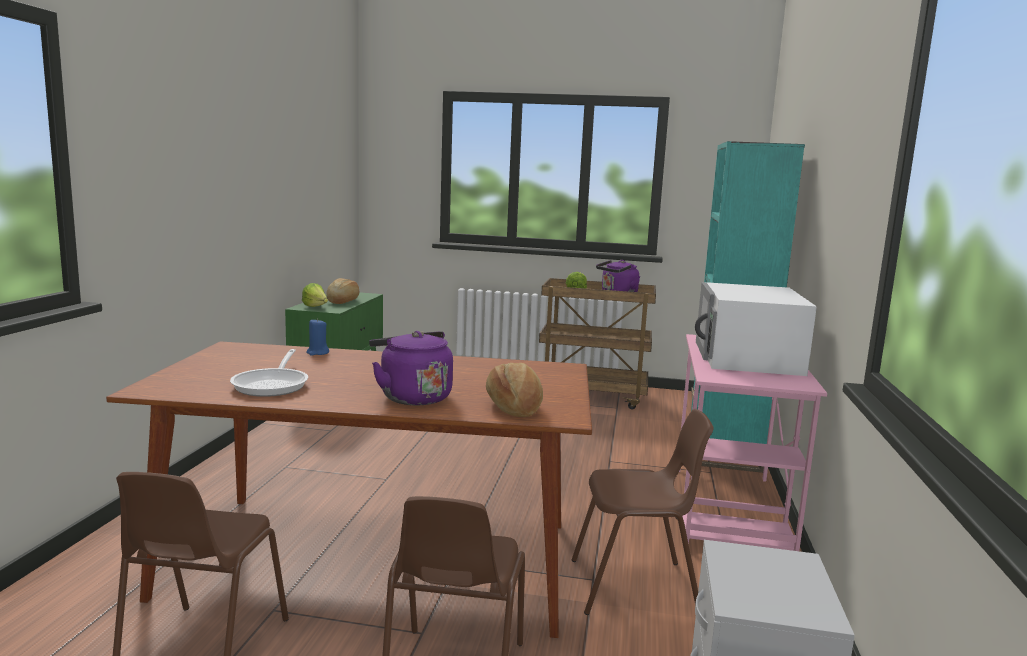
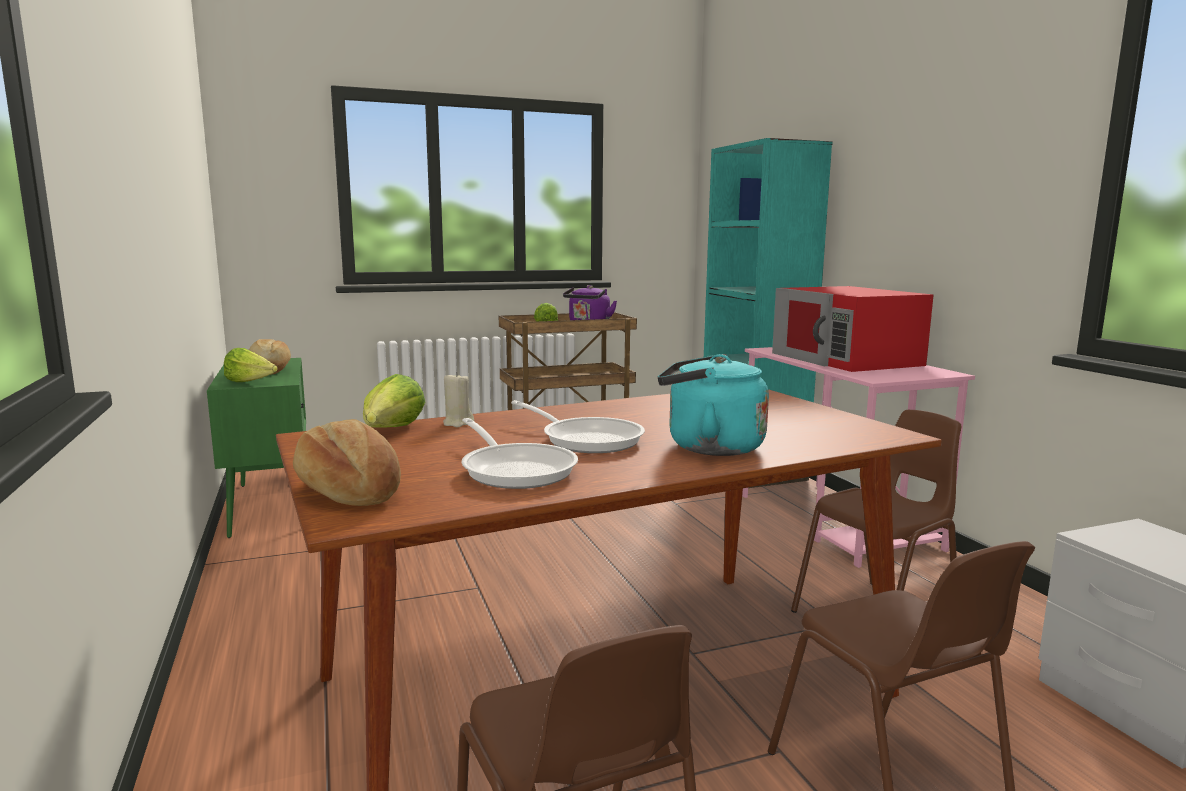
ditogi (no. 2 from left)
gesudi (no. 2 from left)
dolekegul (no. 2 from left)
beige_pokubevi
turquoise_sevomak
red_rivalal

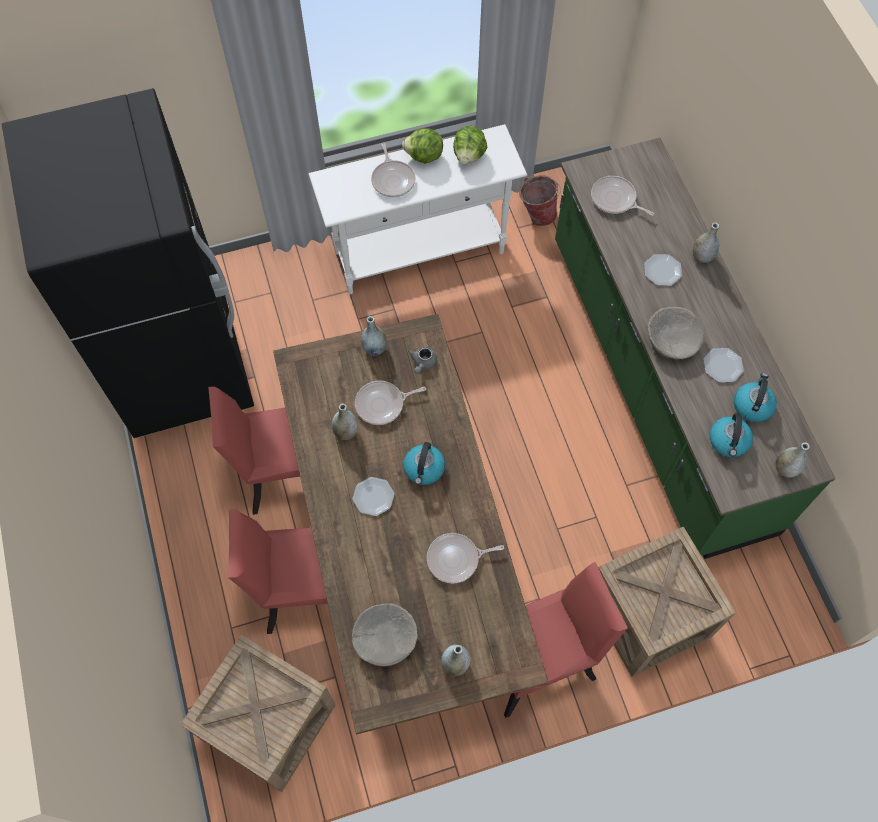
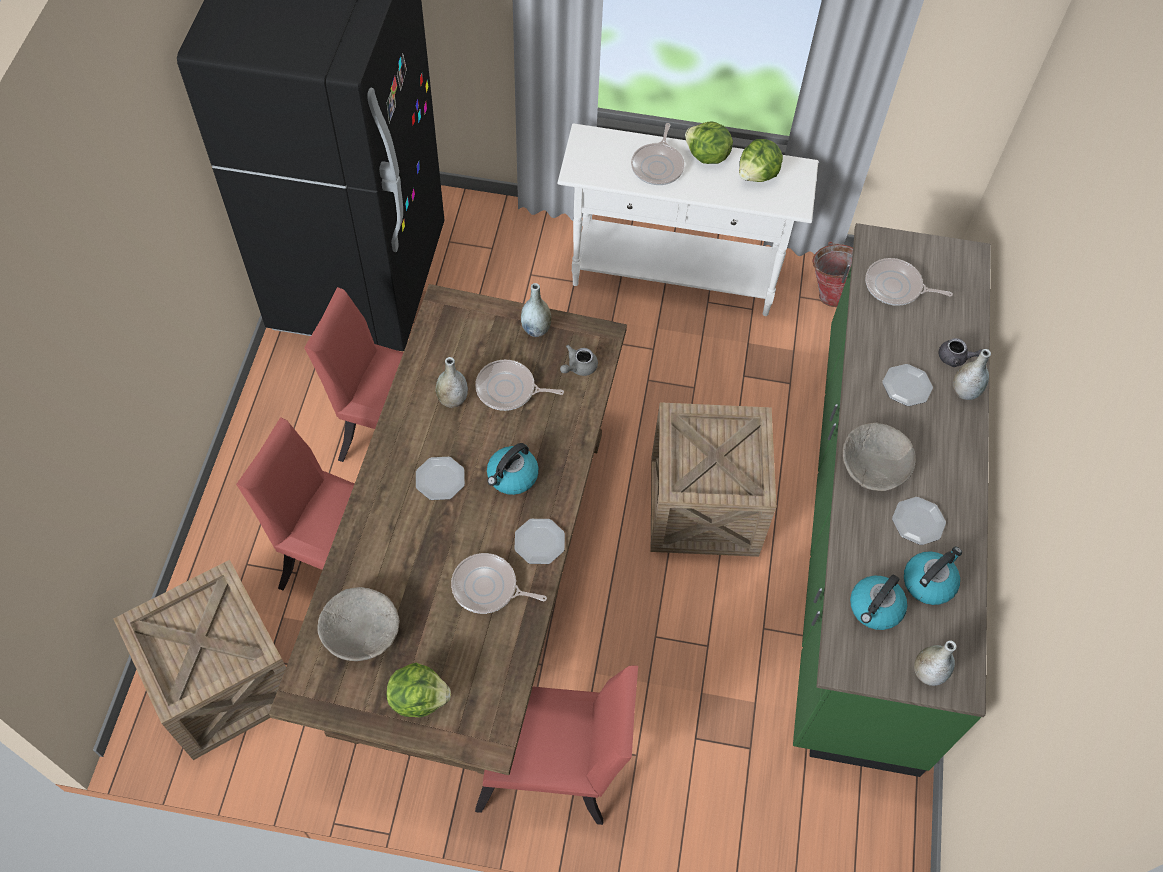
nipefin (no. 2 from left)
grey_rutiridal (no. 2 from left)
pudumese (no. 2 from left)
ditogi (no. 1 from left)
gesudi (no. 4 from left)

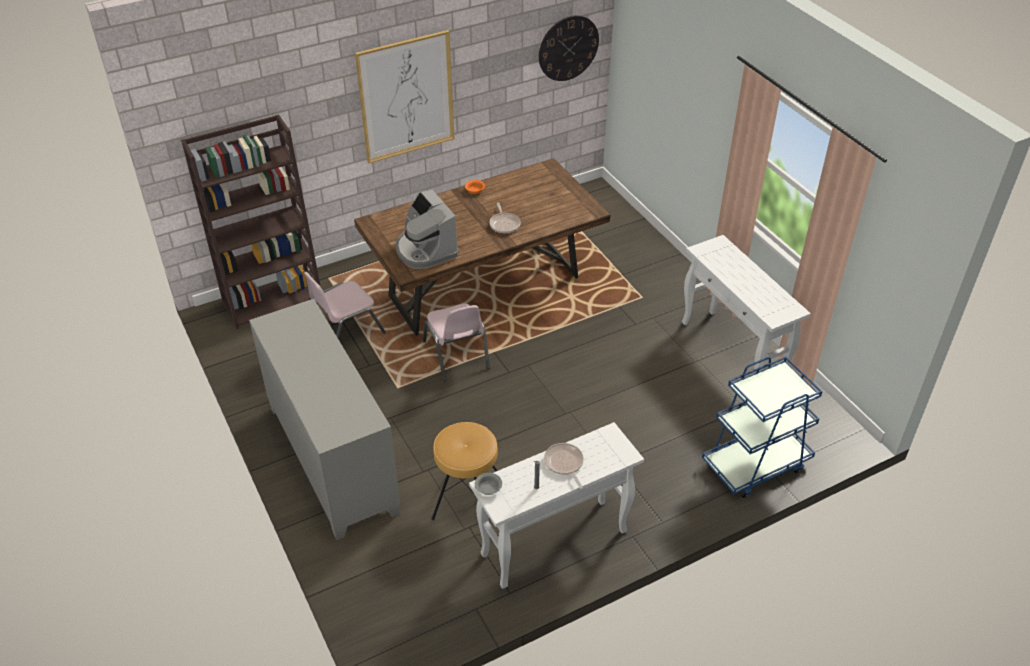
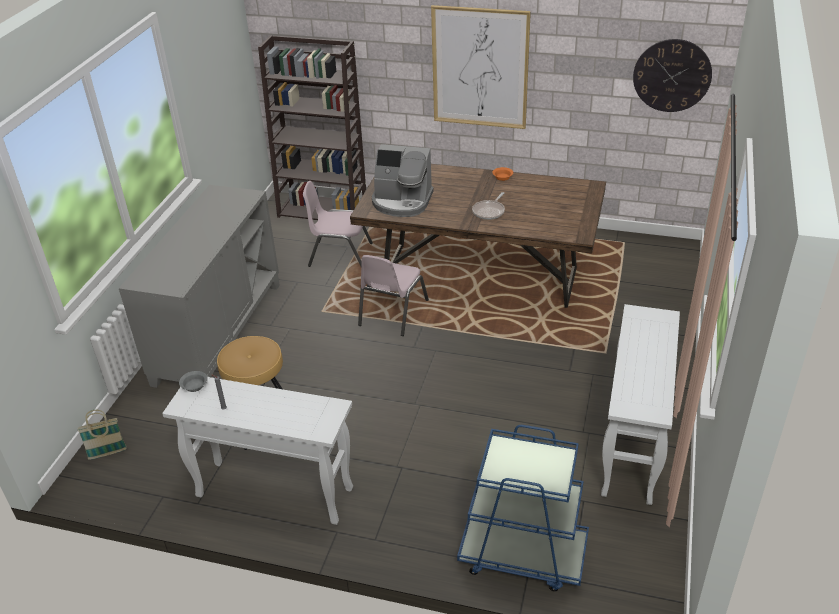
gesudi (no. 2 from left in the first image)
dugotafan
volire

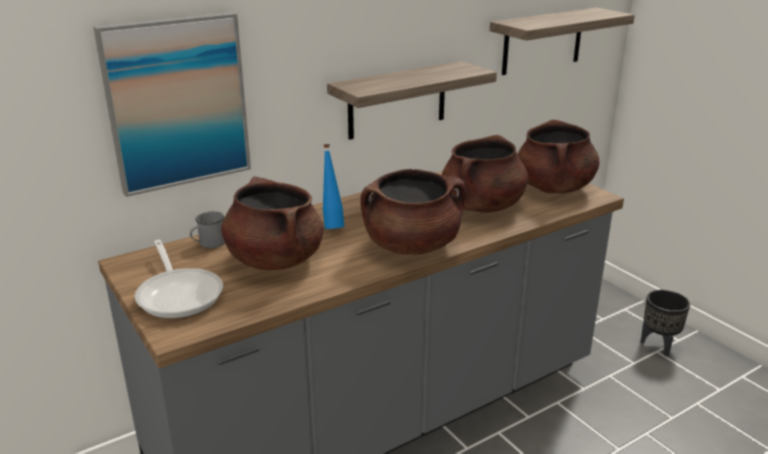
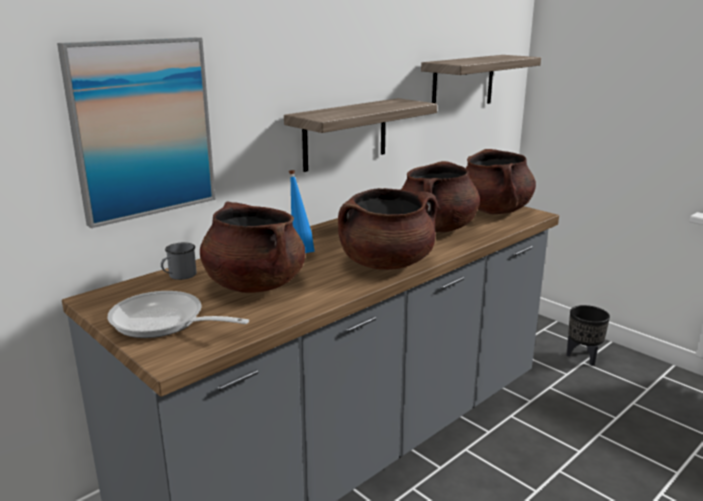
gesudi

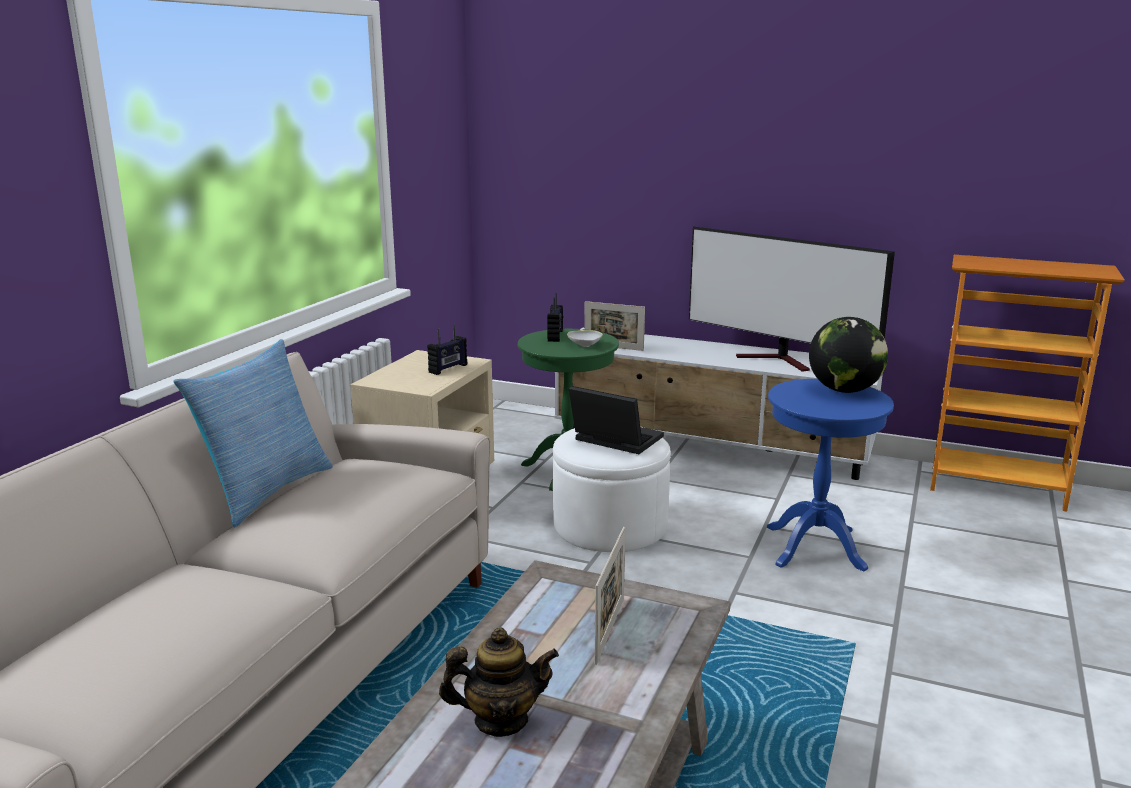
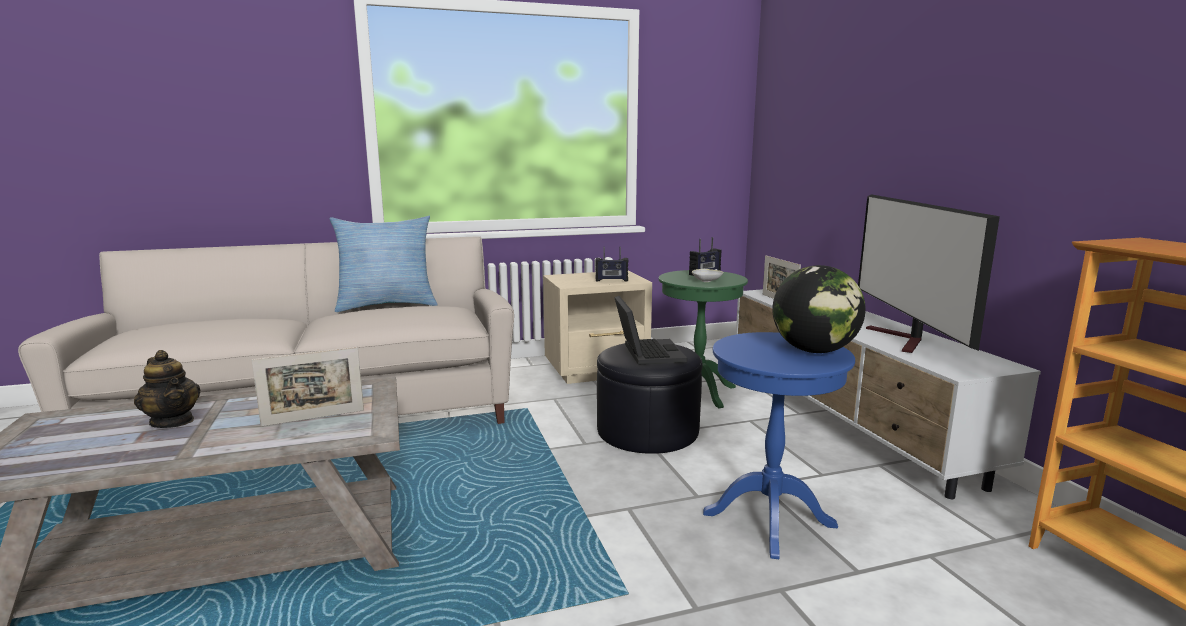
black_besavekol

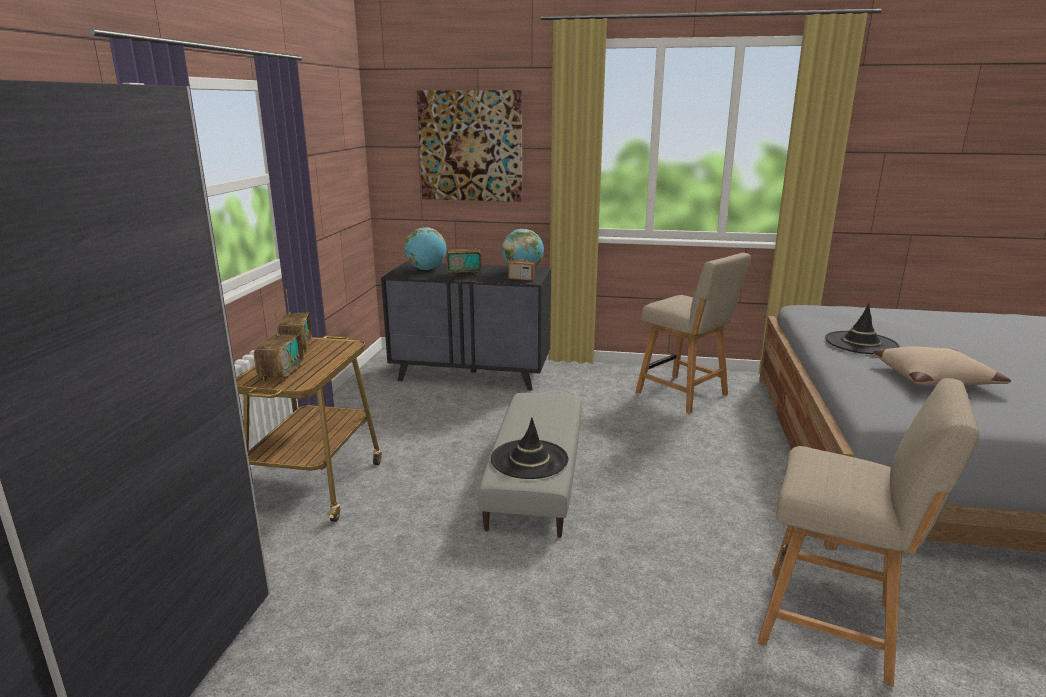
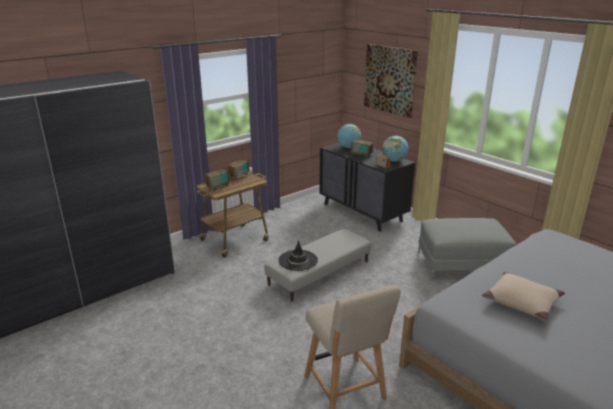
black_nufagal (no. 2 from left in the first image)
grey_besavekol (no. 2 from left)

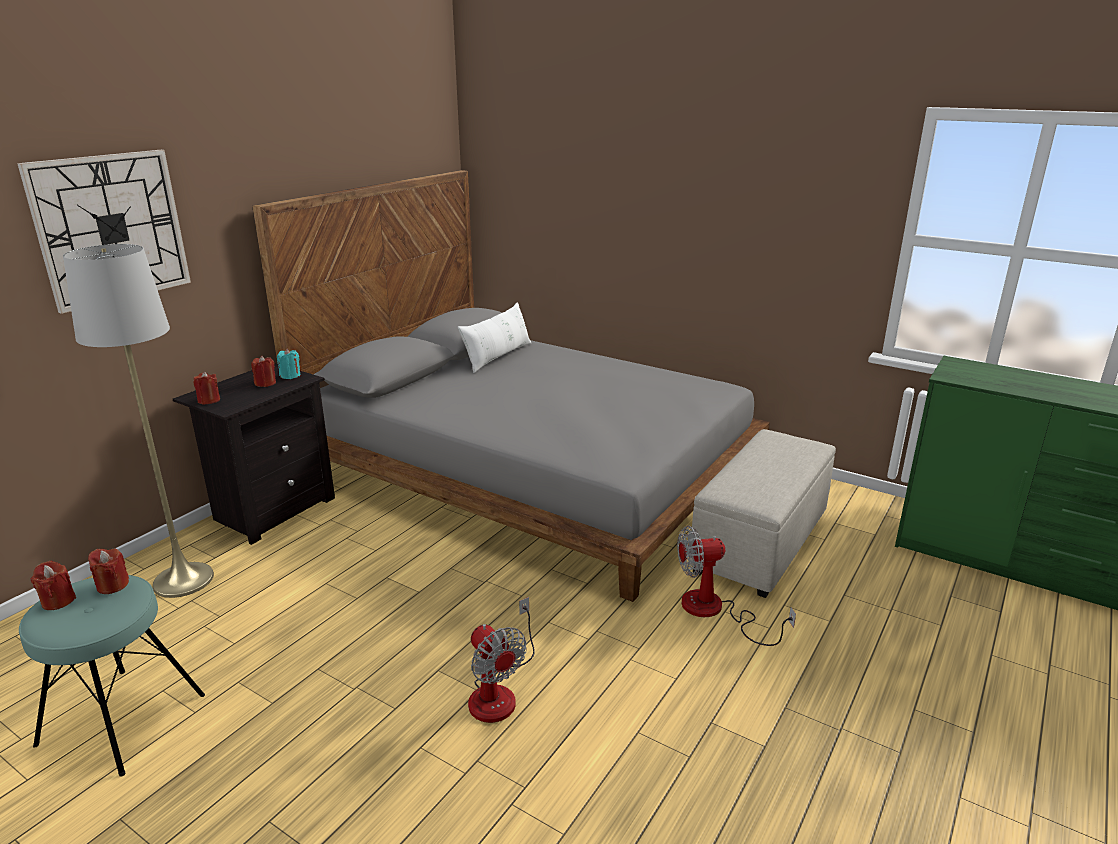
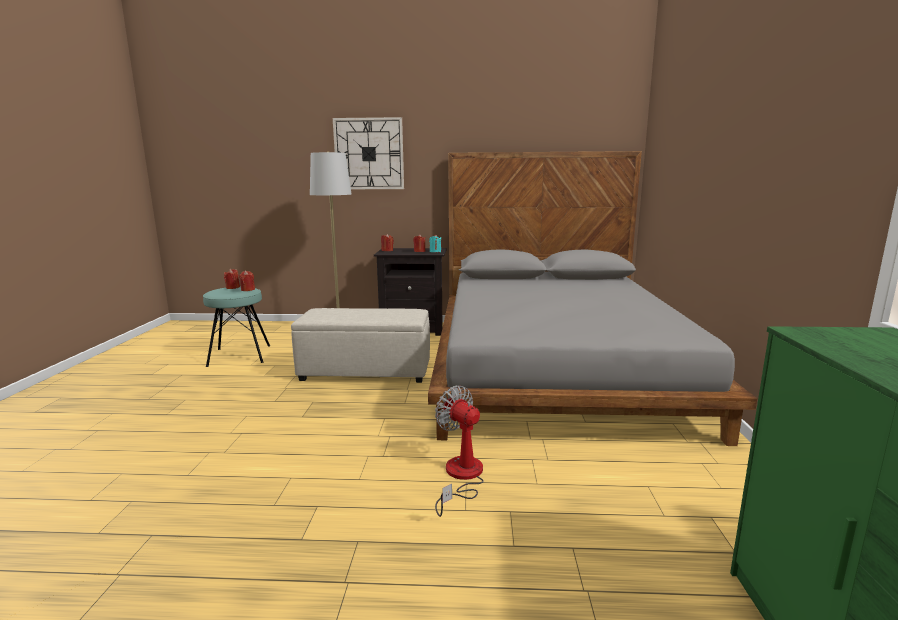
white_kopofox
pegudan (no. 1 from left in the first image)
beige_besavekol

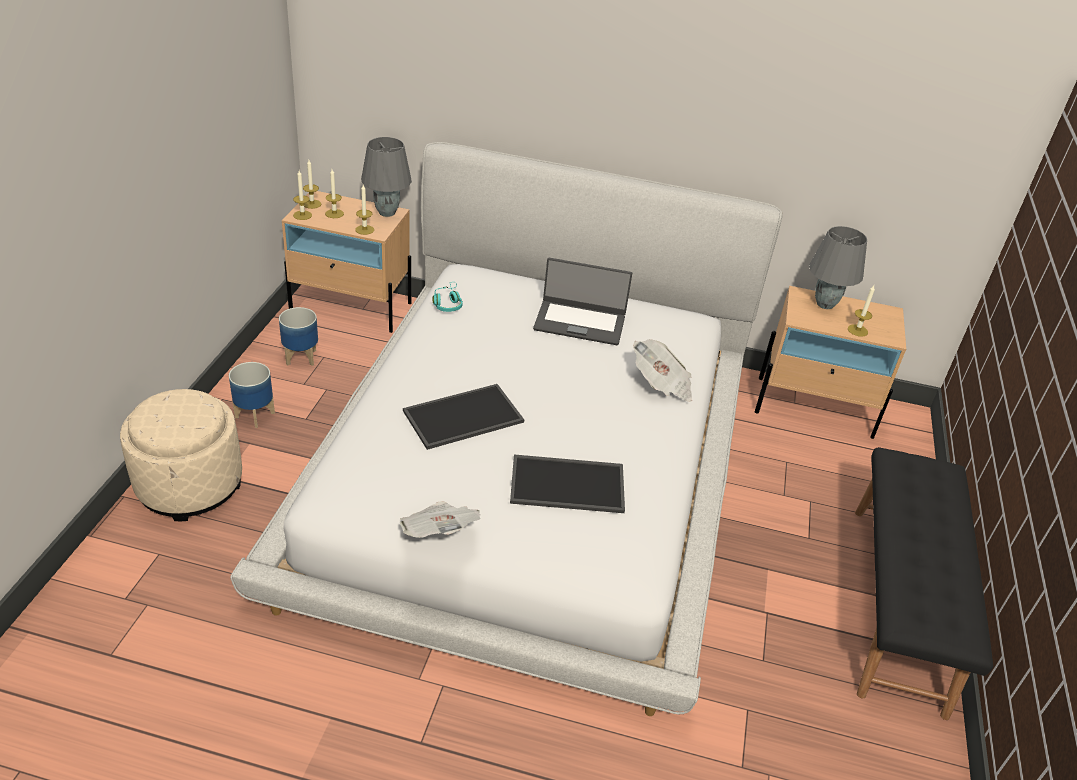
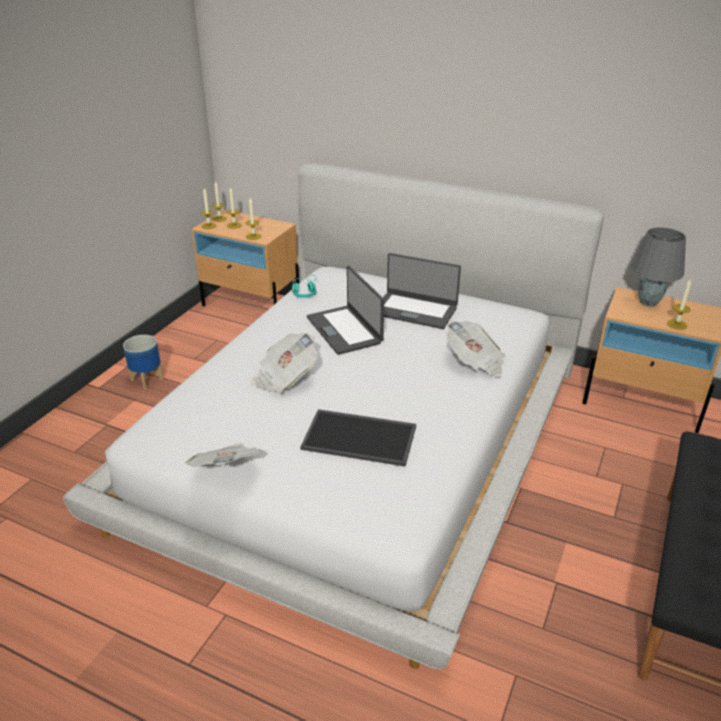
beige_besavekol
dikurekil (no. 2 from left in the first image)
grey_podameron (no. 1 from left in the first image)
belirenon (no. 1 from left)
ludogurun (no. 2 from left)

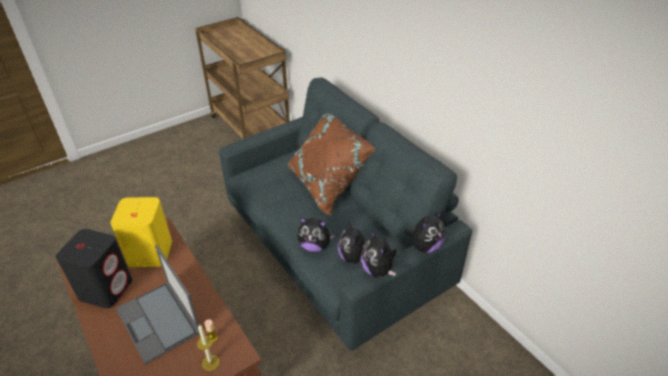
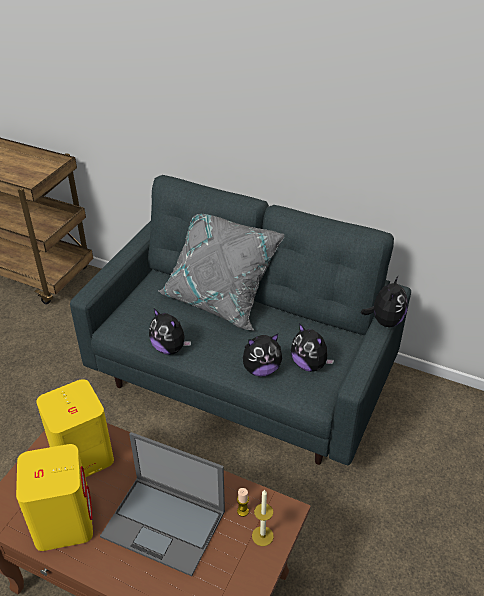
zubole (no. 1 from left)
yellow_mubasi (no. 1 from left)
grey_kopofox

